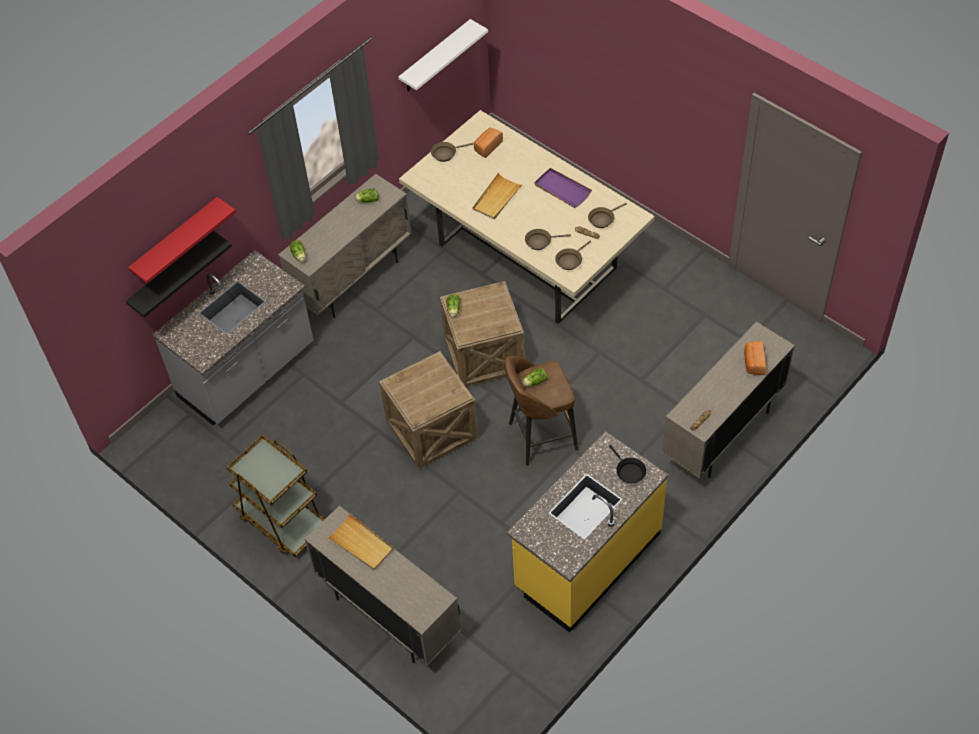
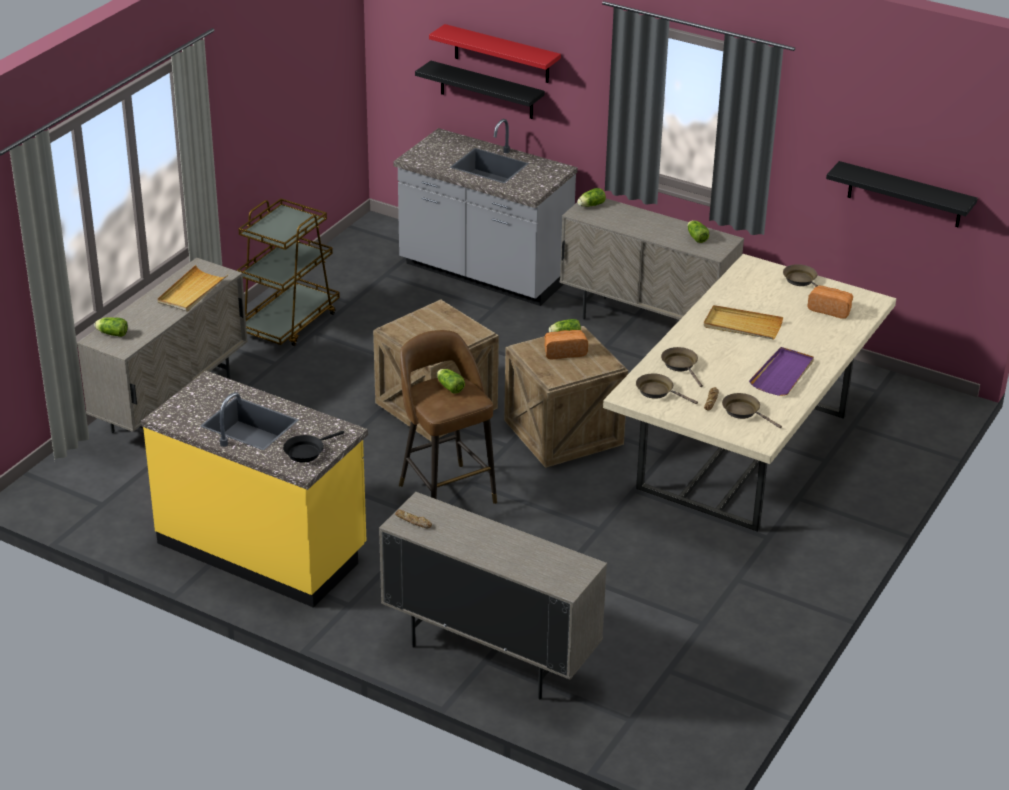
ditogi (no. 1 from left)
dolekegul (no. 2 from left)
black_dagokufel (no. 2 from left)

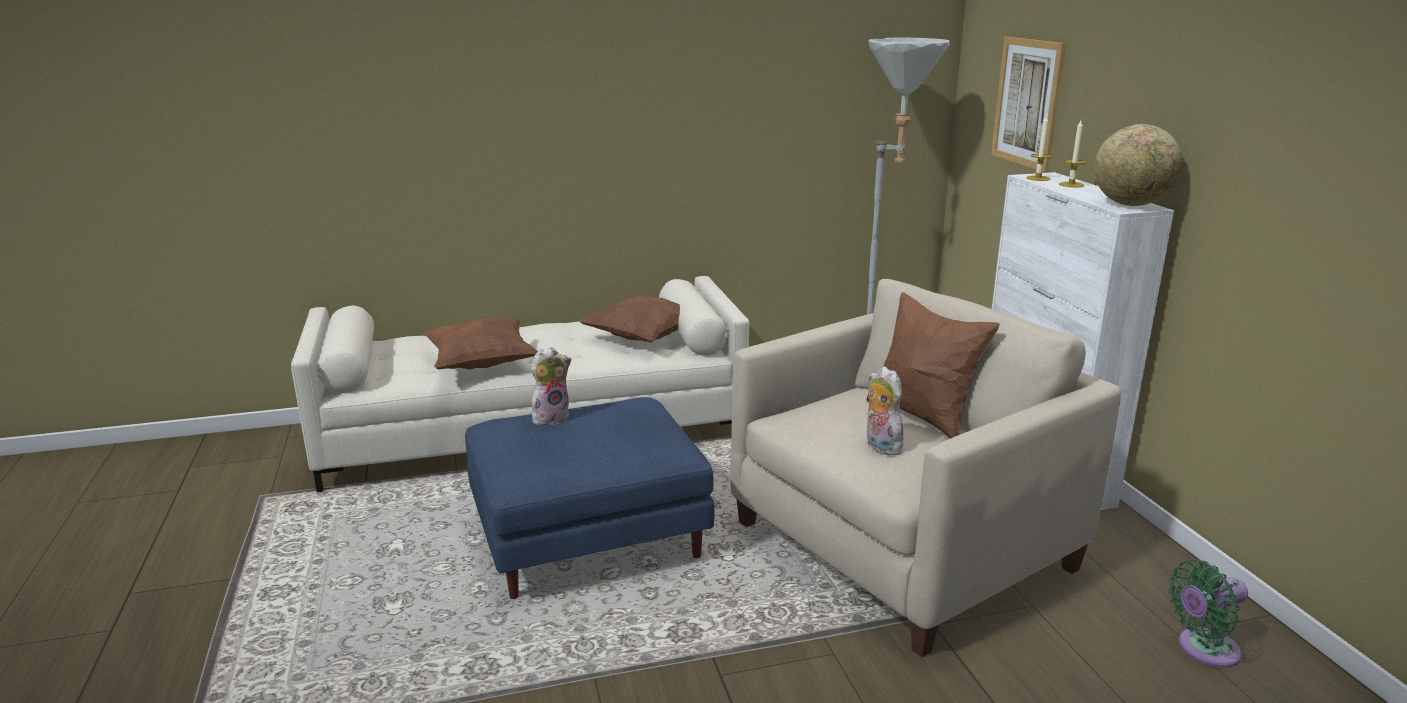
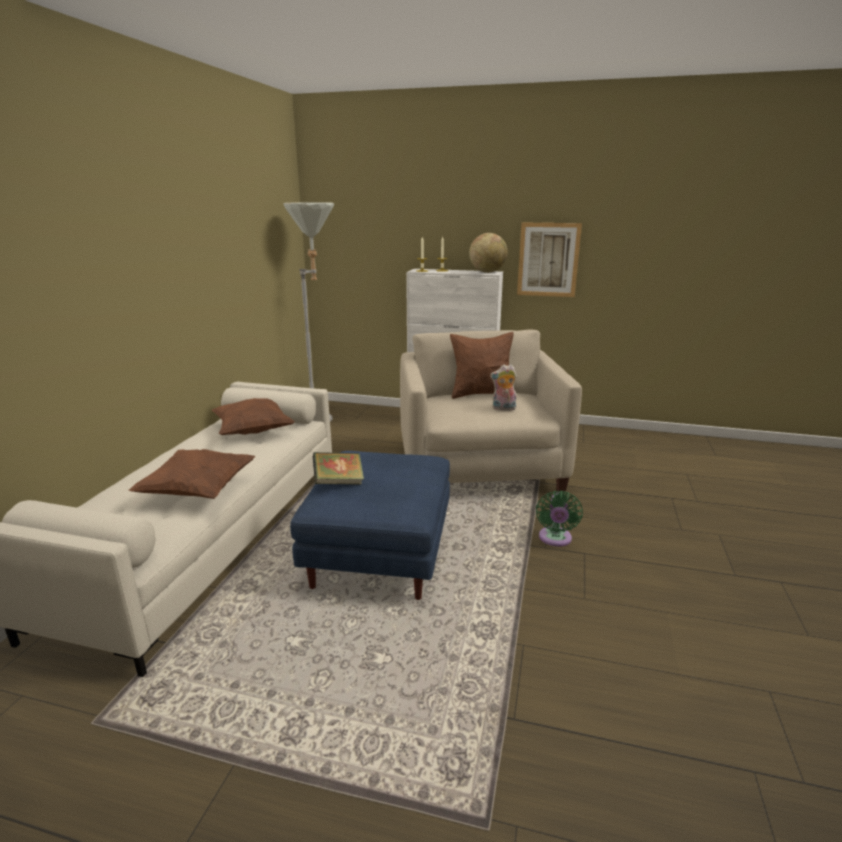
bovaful
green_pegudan
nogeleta

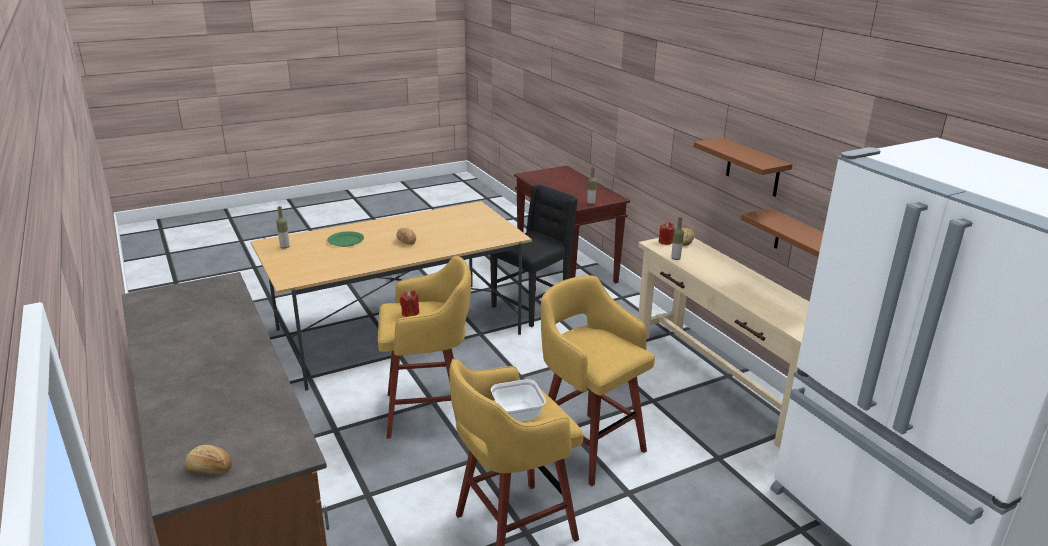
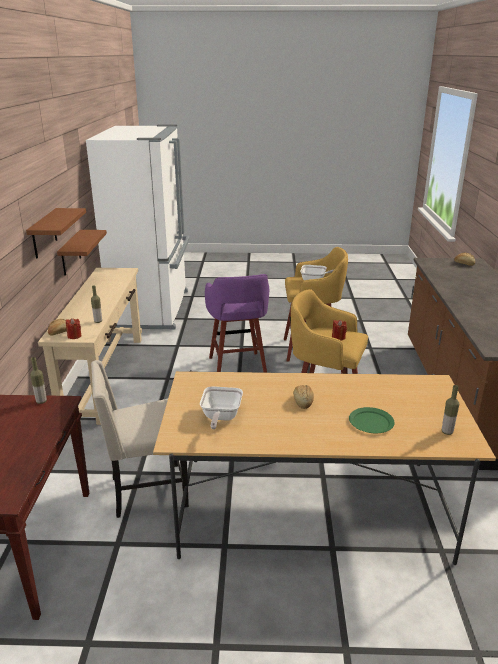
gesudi (no. 1 from left)
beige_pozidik
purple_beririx

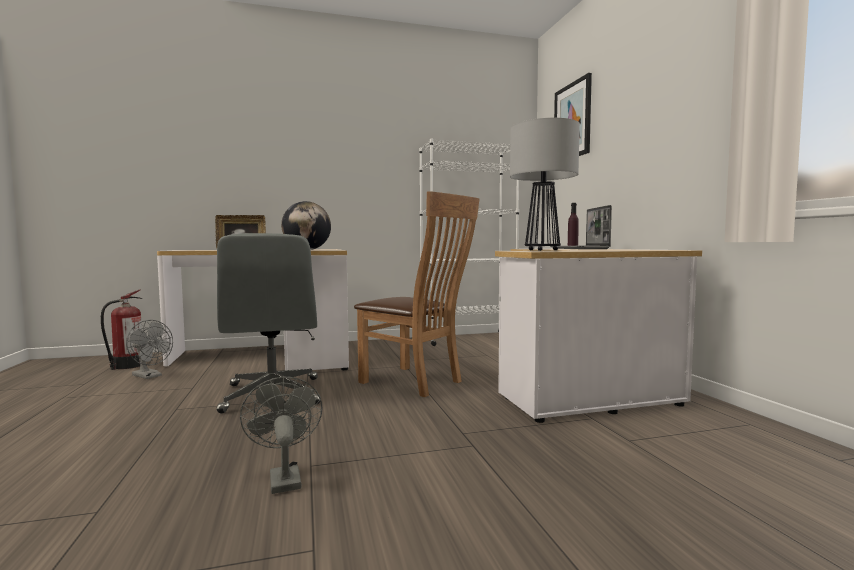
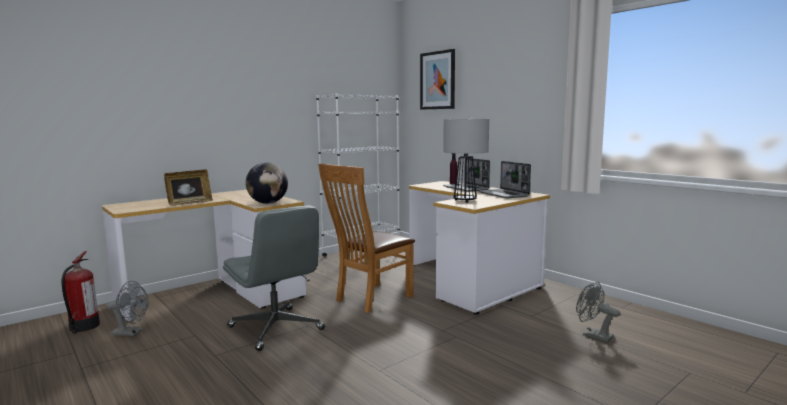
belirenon (no. 2 from left)
grey_pegudan (no. 2 from left)
brown_pozidik

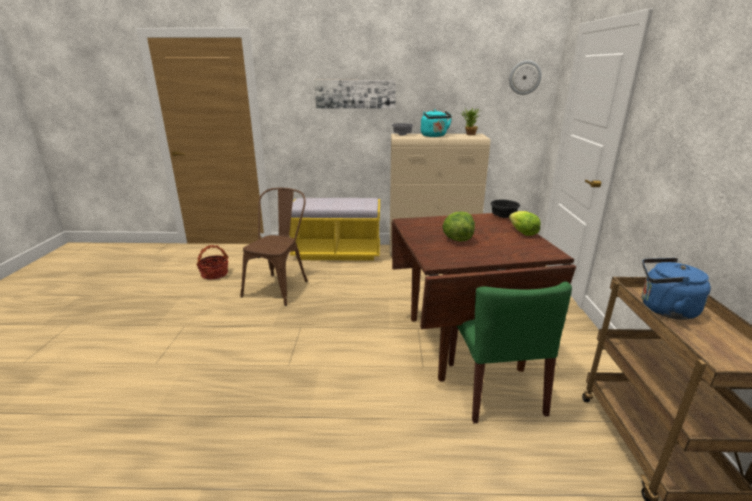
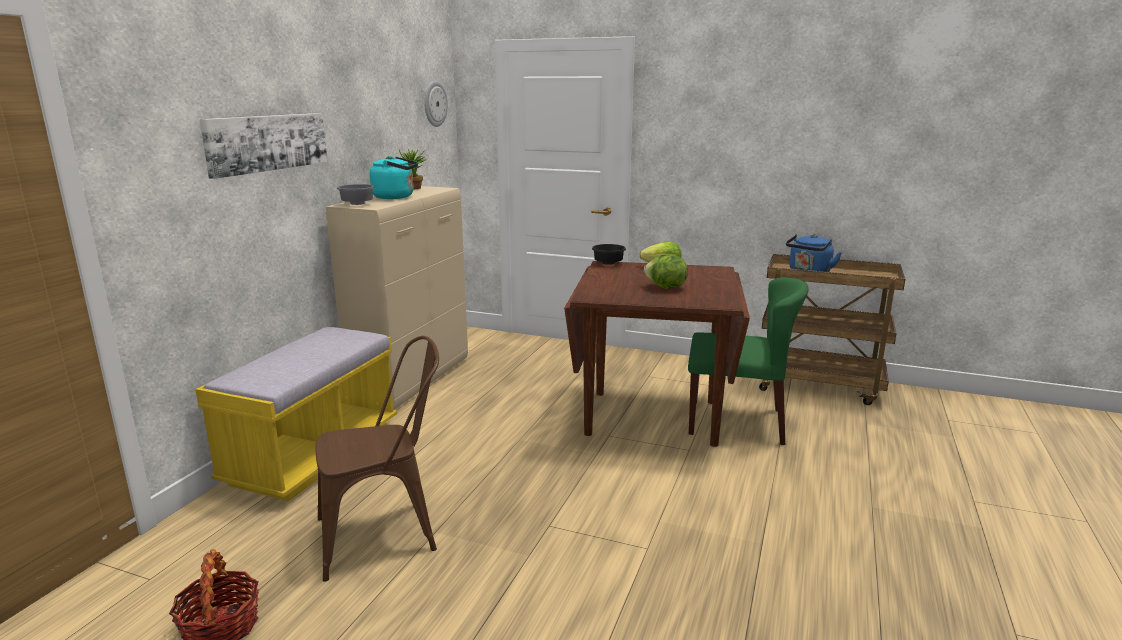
brown_pozidik

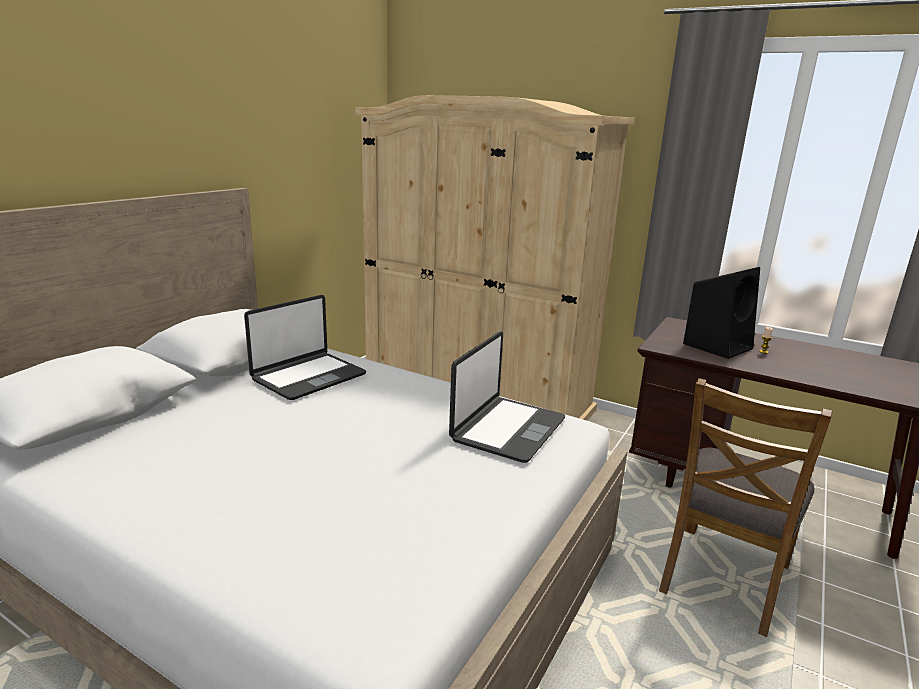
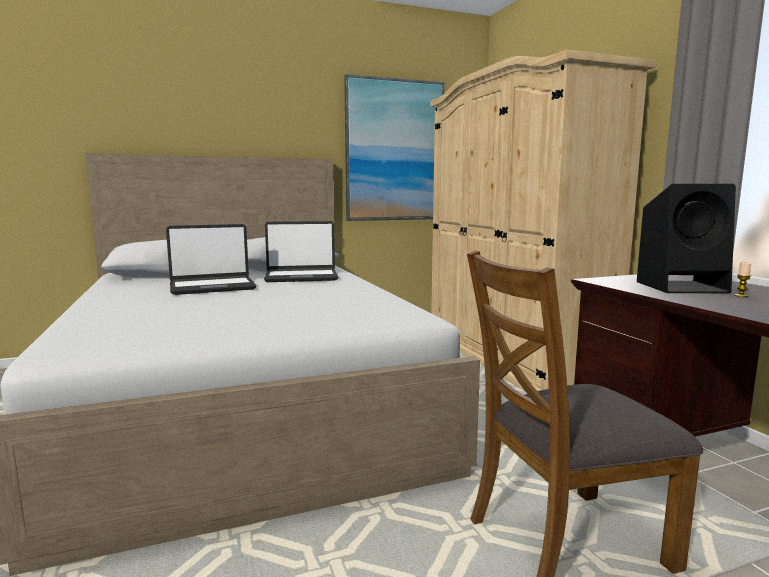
bovaful
belirenon (no. 1 from left)

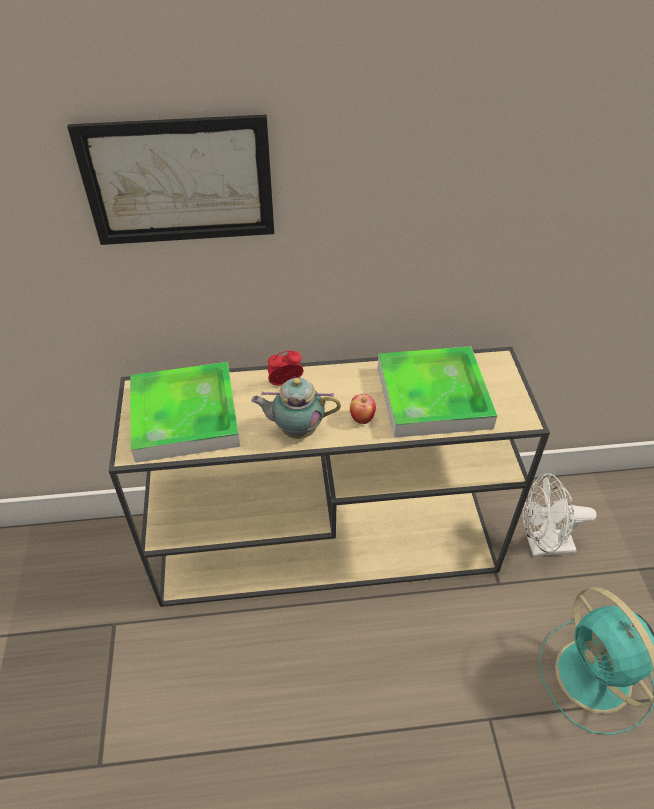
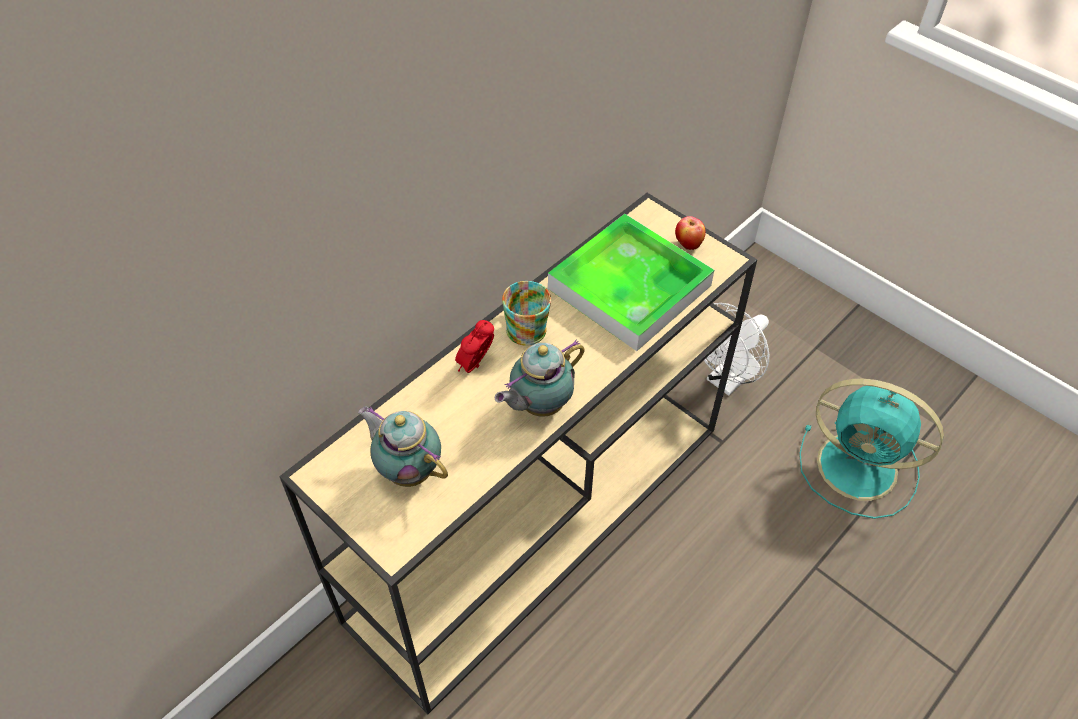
bovaful
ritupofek
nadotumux
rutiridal (no. 1 from left)

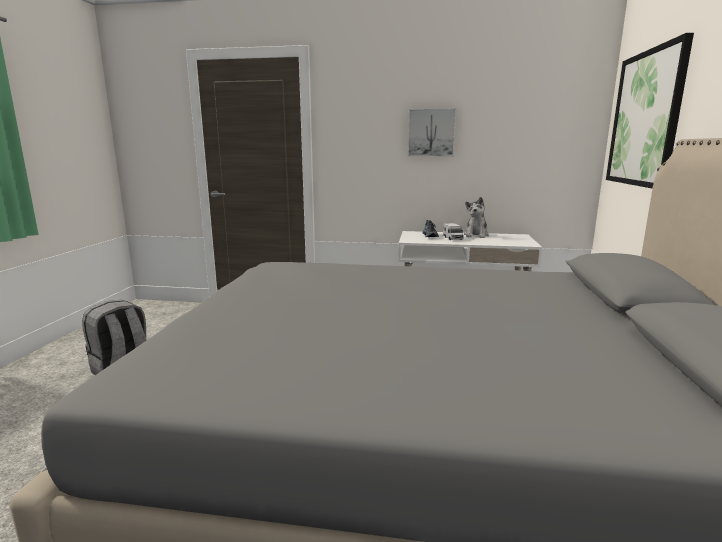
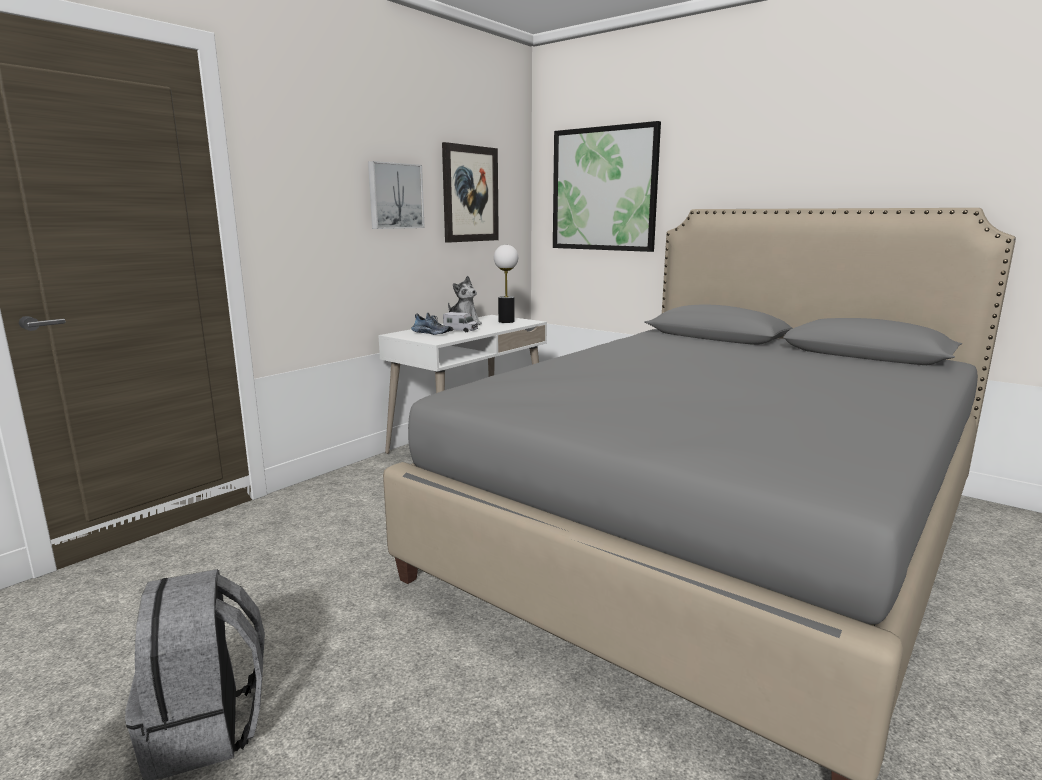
bovaful (no. 2 from left)
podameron

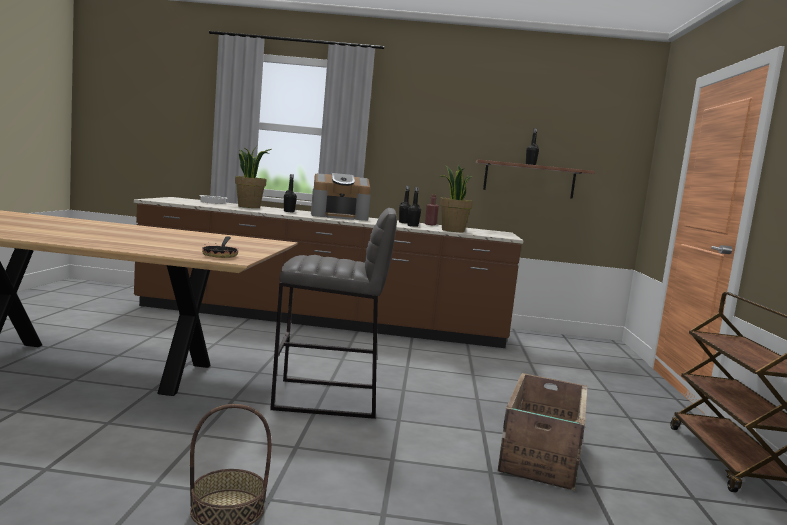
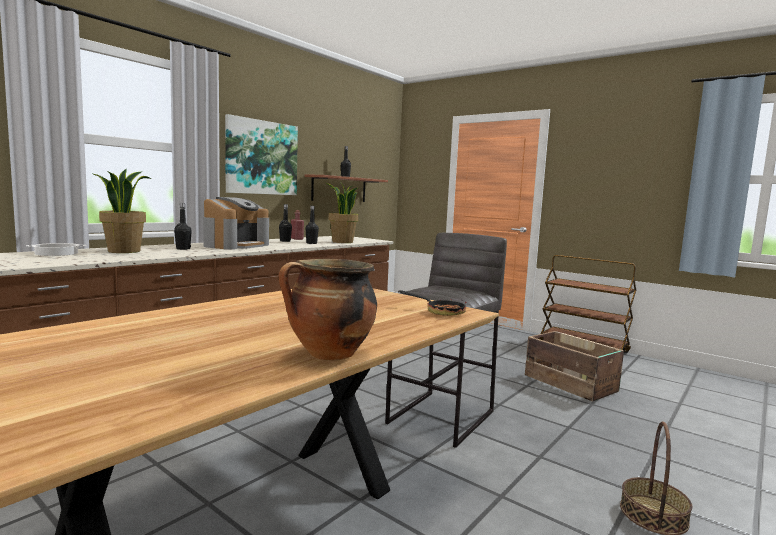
bovaful
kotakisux (no. 2 from left)

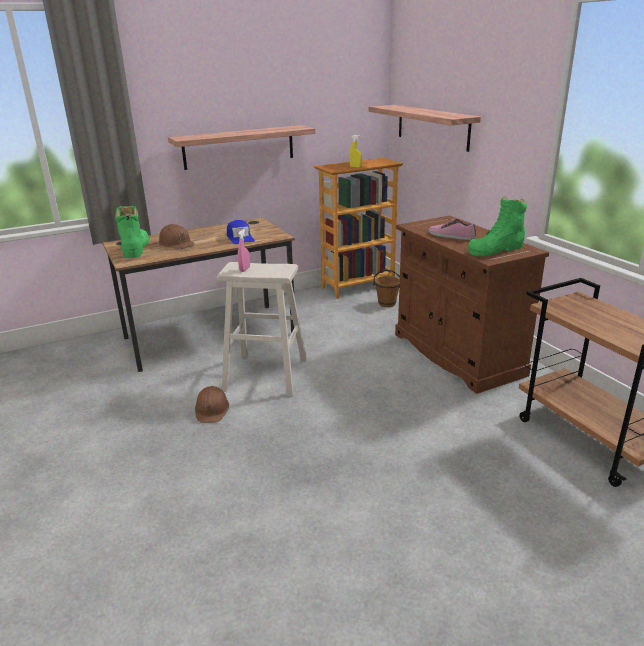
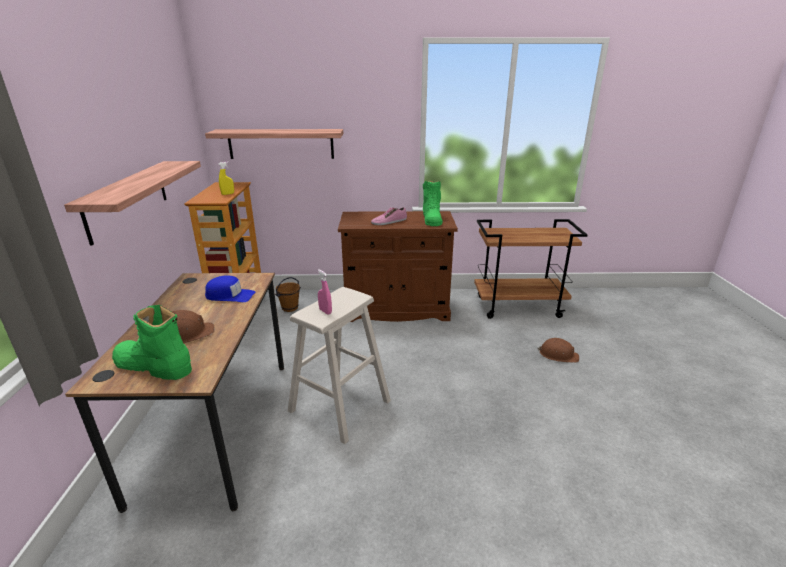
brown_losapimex (no. 2 from left)

